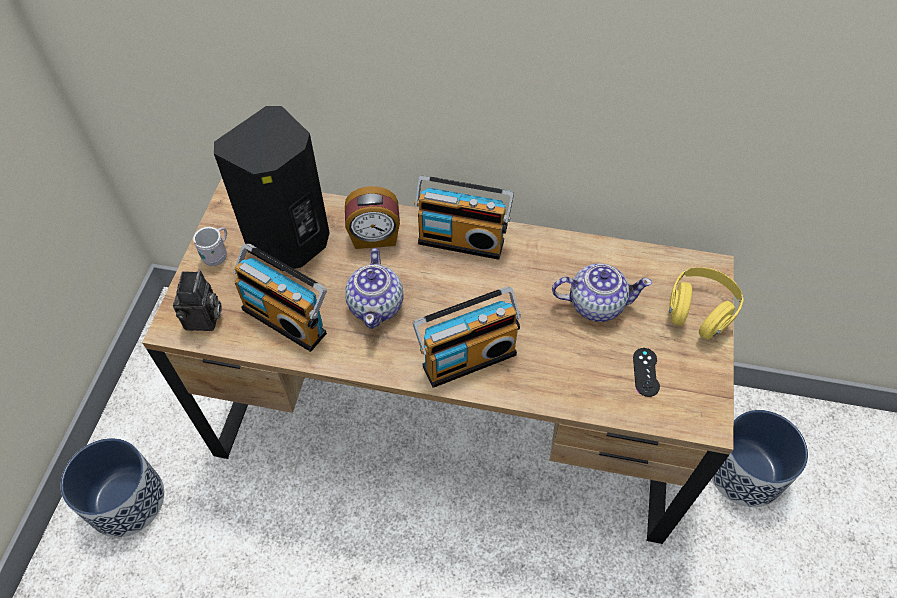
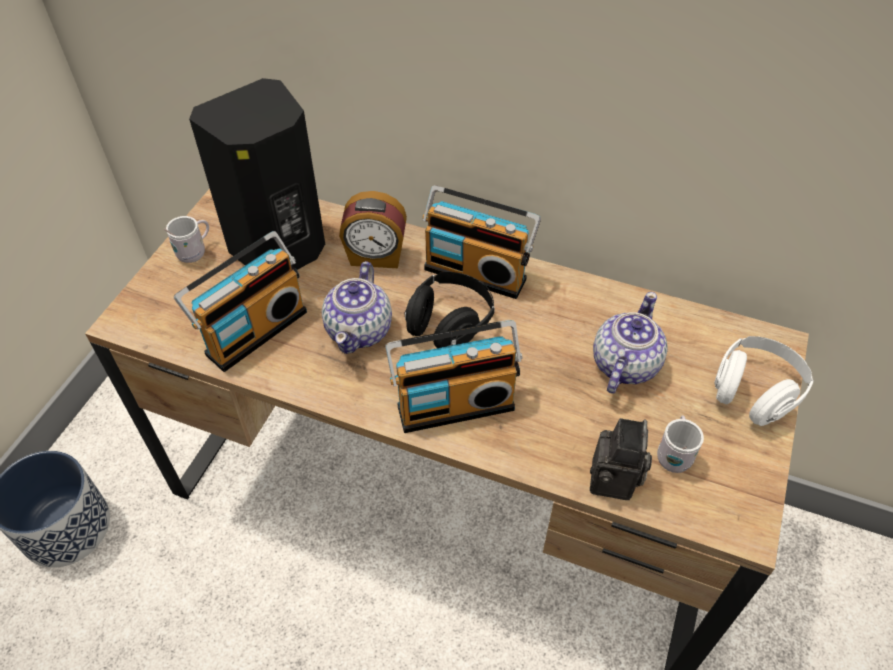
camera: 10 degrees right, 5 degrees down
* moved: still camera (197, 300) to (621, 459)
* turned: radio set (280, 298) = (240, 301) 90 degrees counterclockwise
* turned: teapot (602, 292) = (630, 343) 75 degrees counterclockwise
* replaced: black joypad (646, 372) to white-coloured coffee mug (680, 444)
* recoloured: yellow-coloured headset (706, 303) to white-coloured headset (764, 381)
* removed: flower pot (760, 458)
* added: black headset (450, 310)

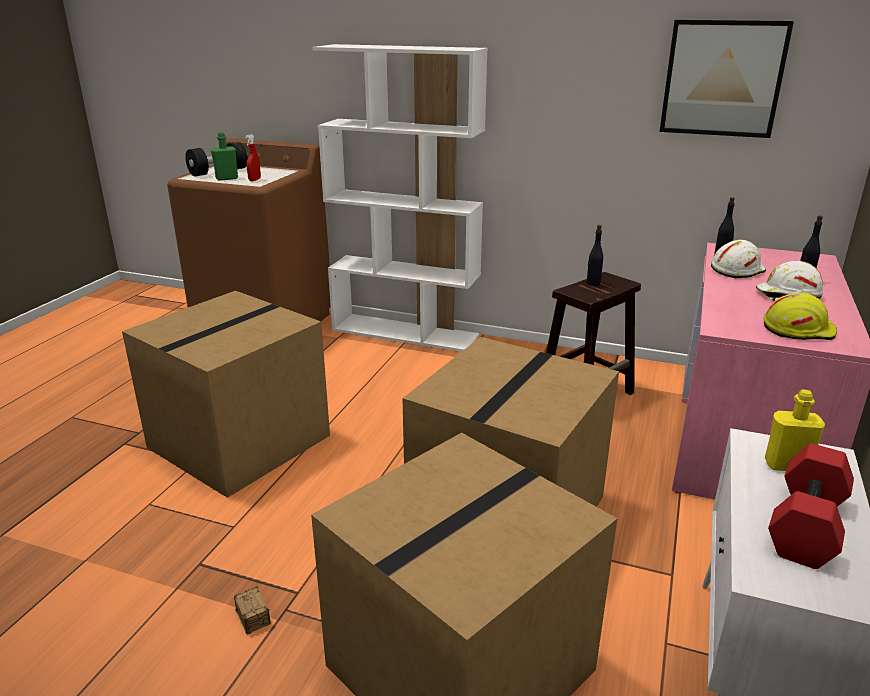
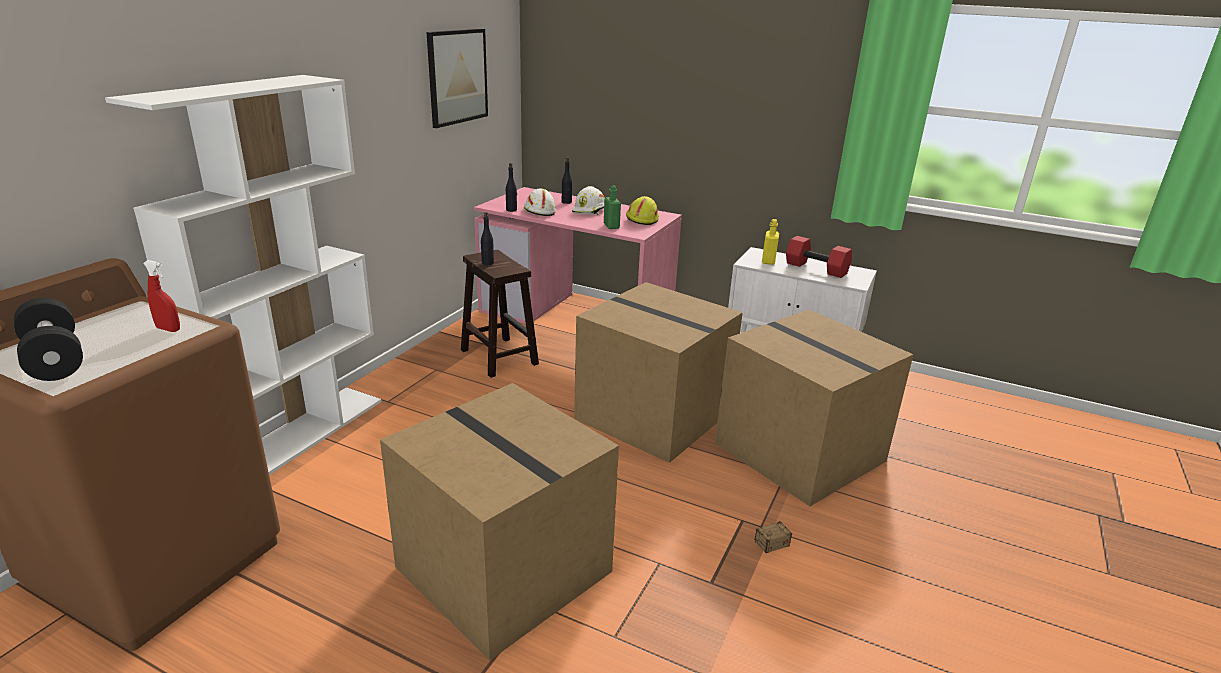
camera: 85 degrees left, 0 degrees up
* moved: greenish beverage bottle (224, 156) to (612, 207)

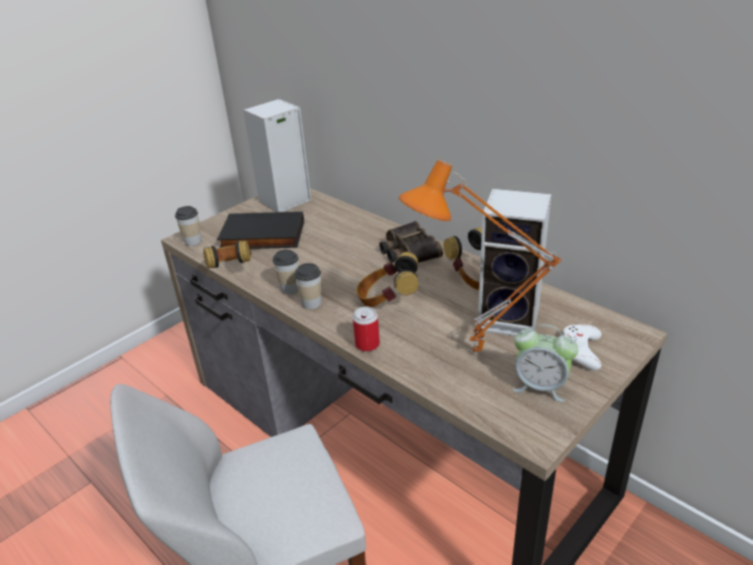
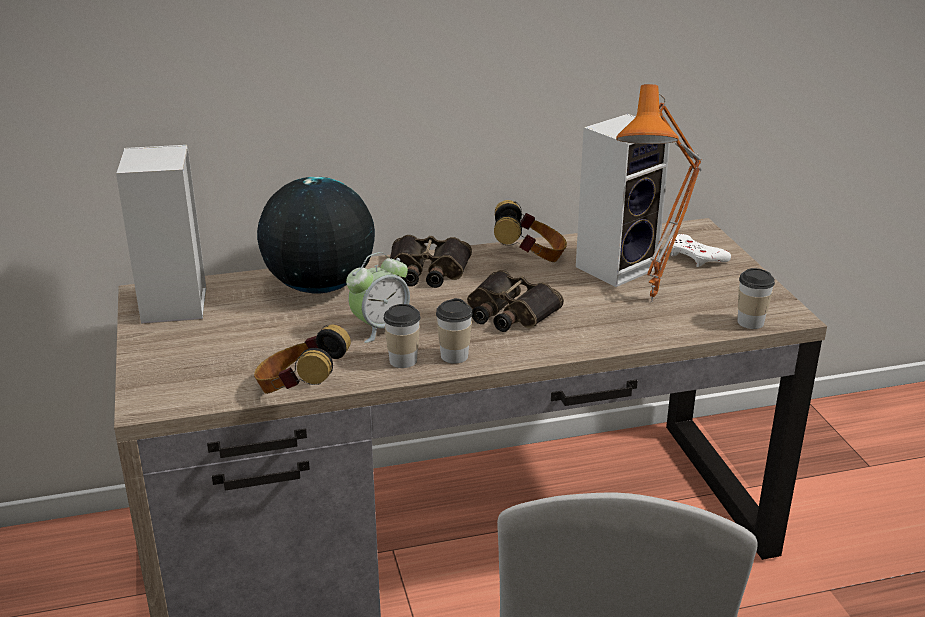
camera: 60 degrees left, 5 degrees down
* moved: small cup (188, 226) to (756, 298)
* removed: black volume (260, 230)
* removed: metal can (366, 329)
* replaced: headset (387, 279) to field glasses (515, 301)
* moved: bedside clock (545, 363) to (378, 297)
* added: desk globe (316, 235)

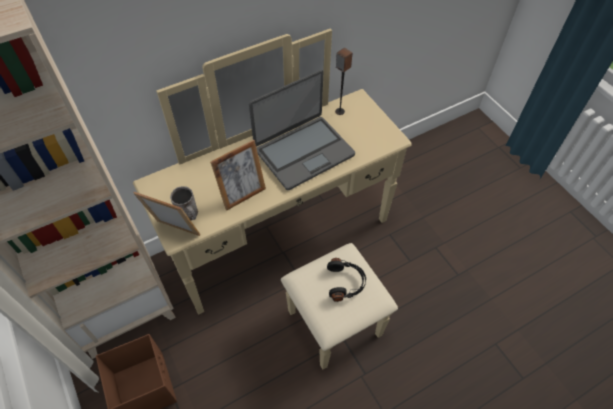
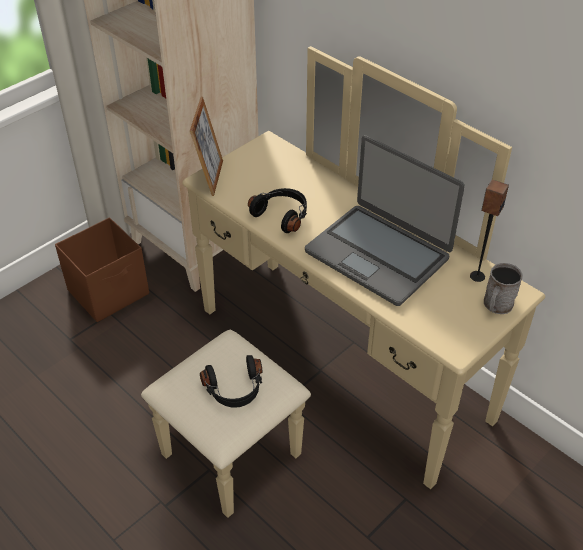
camera: 75 degrees right, 10 degrees down
* moved: greyish coffee mug (184, 203) to (503, 288)
* replaced: photo frame (238, 175) to black headset (277, 210)

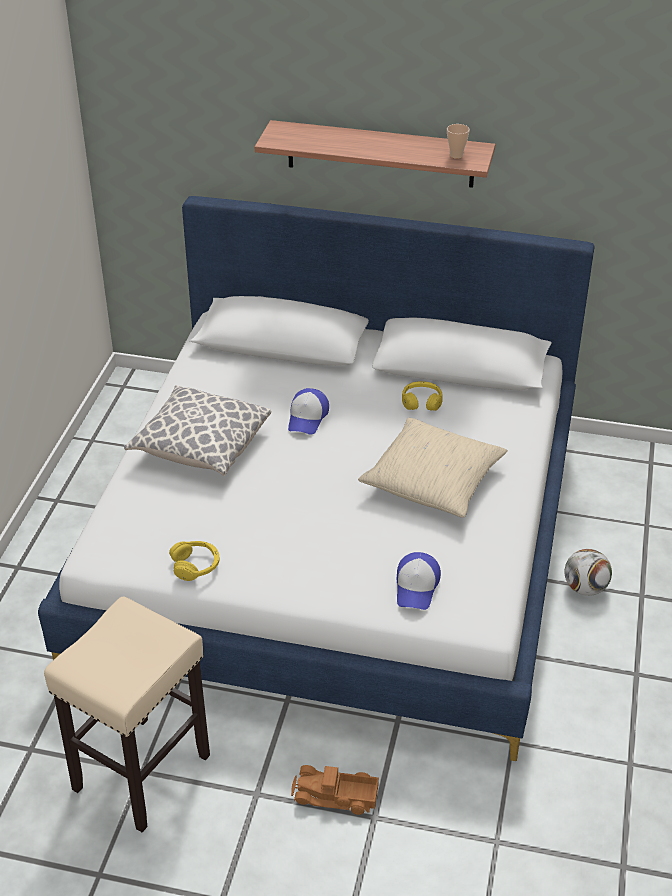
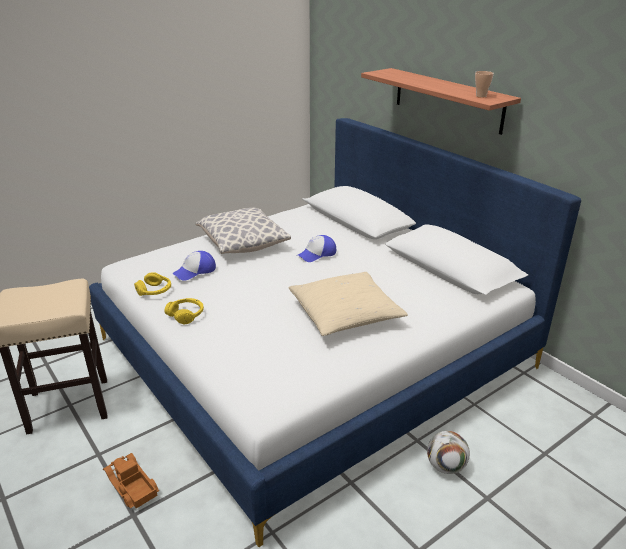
camera: 40 degrees right, 10 degrees down
* moved: peaked cap (419, 581) to (194, 266)
* moved: yellow-coloured headset (422, 396) to (184, 311)

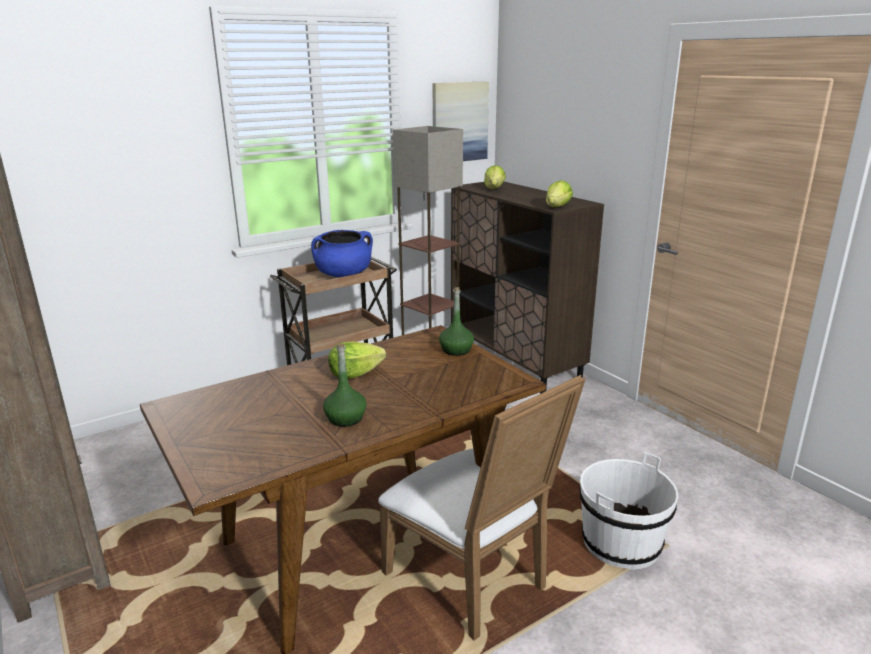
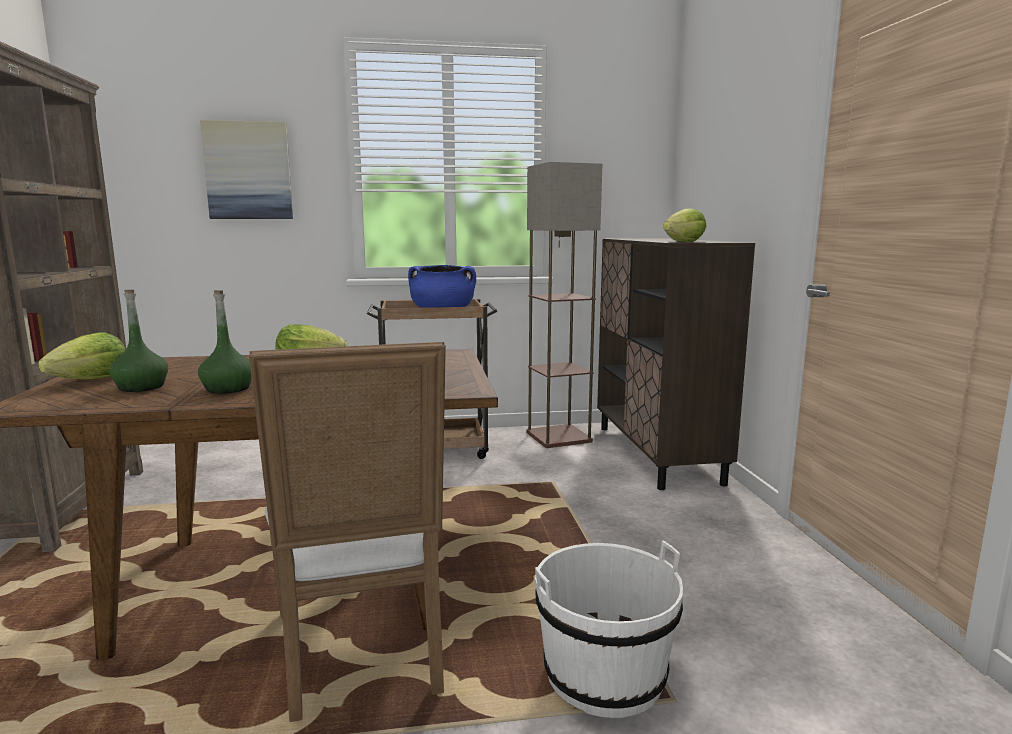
camera: 25 degrees right, 10 degrees down
* moved: wall picture (460, 121) to (246, 169)
* moved: greenish beverage bottle (456, 321) to (138, 341)
* moved: head of lettuce (495, 177) to (82, 355)

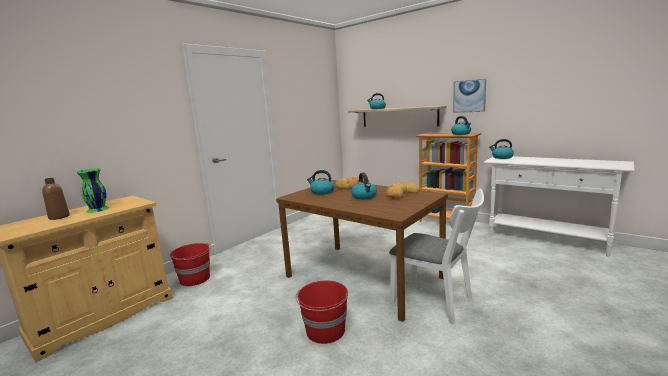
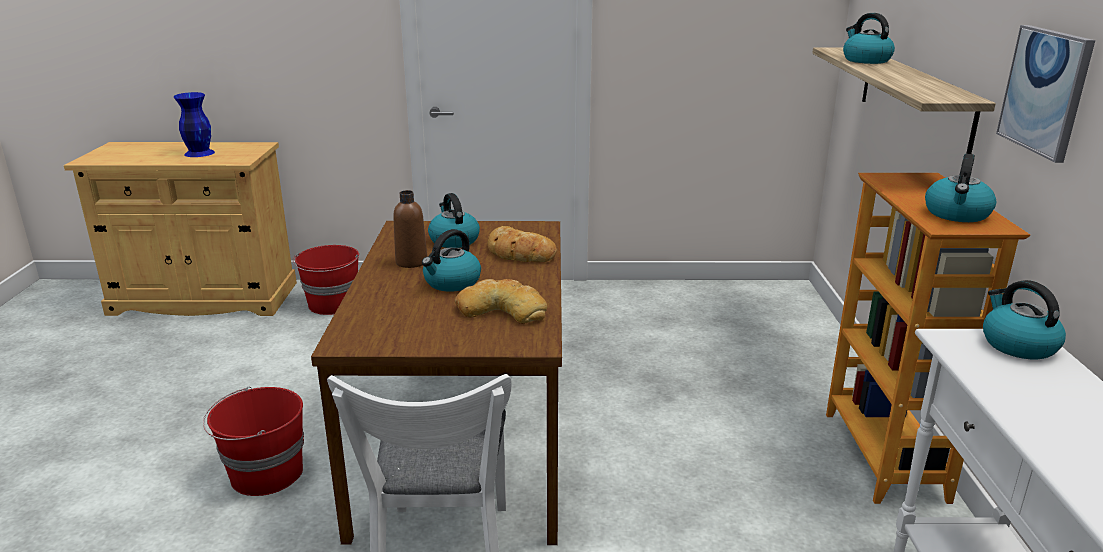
camera: 50 degrees right, 10 degrees up
* moved: brownish beverage bottle (56, 199) to (410, 229)
* recoloured: greenish flower vase (93, 190) to blue flower vase (194, 124)

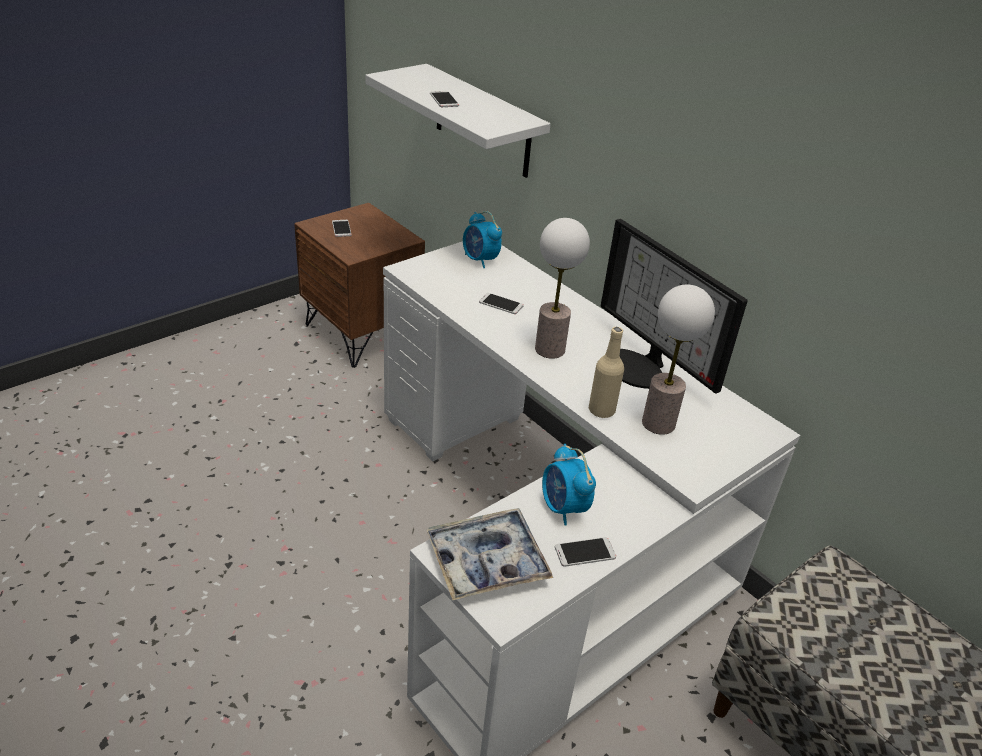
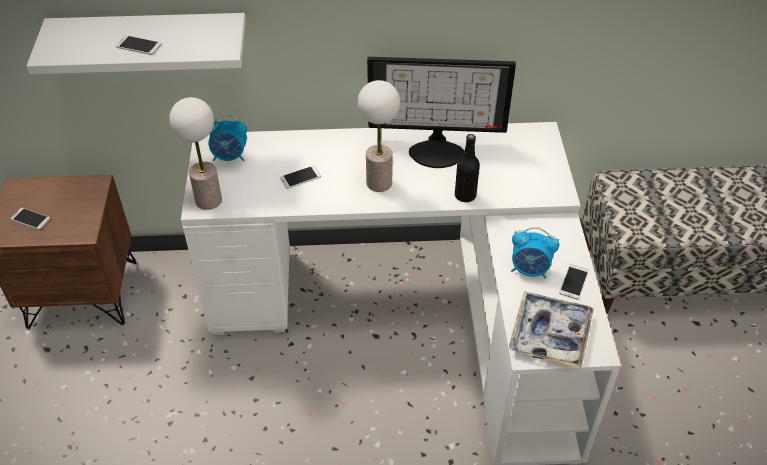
camera: 50 degrees left, 10 degrees up
* recoloured: beige-coloured beverage bottle (606, 372) to black beverage bottle (467, 168)
* moved: table lamp (678, 360) to (195, 153)

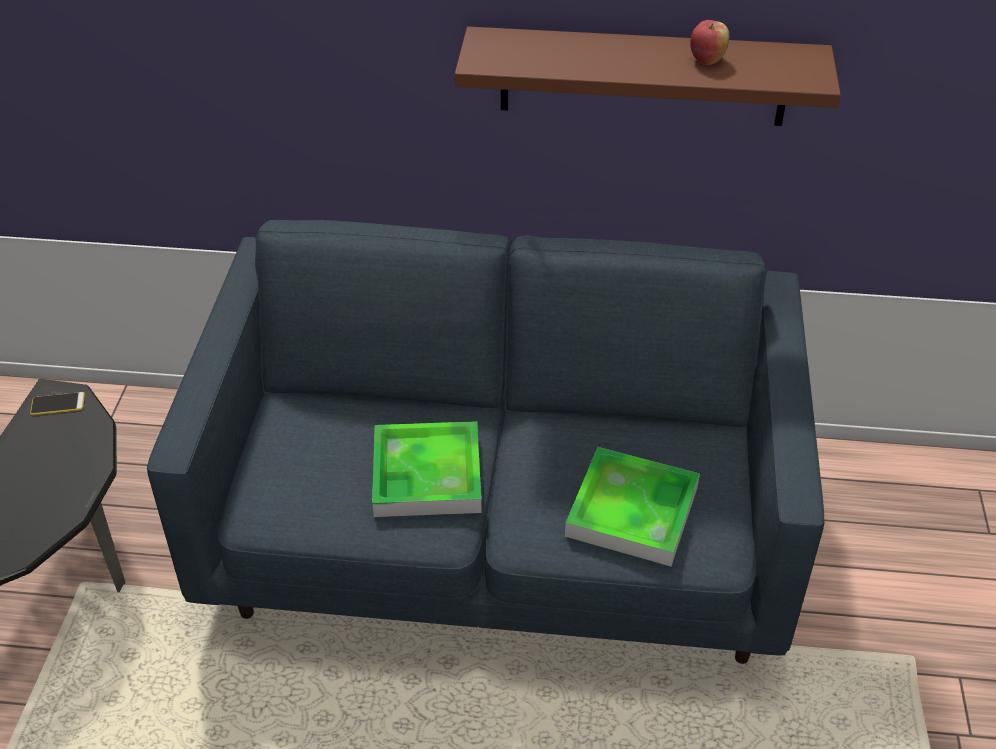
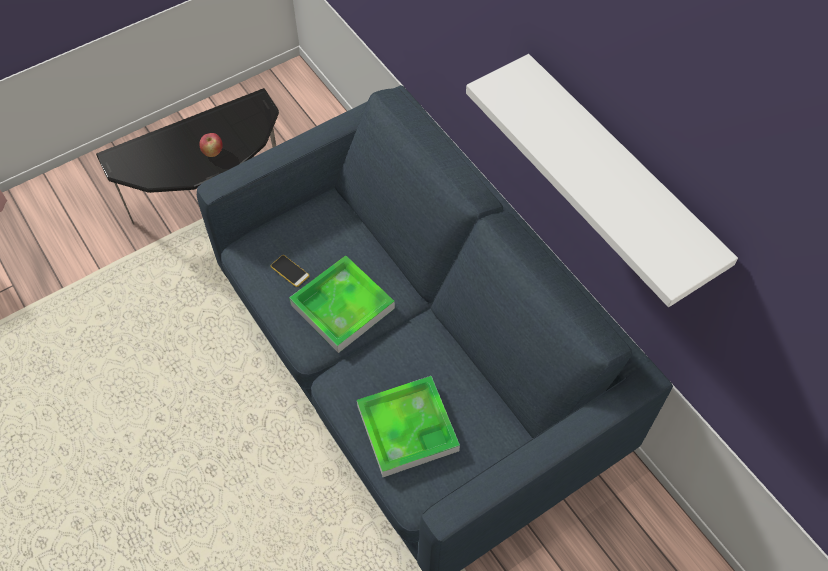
camera: 50 degrees right, 15 degrees up
* moved: telephone (57, 403) to (290, 271)
* recoloured: brownish wall shelf (648, 76) to white-coloured wall shelf (602, 180)
* moved: whole apple (709, 42) to (211, 145)

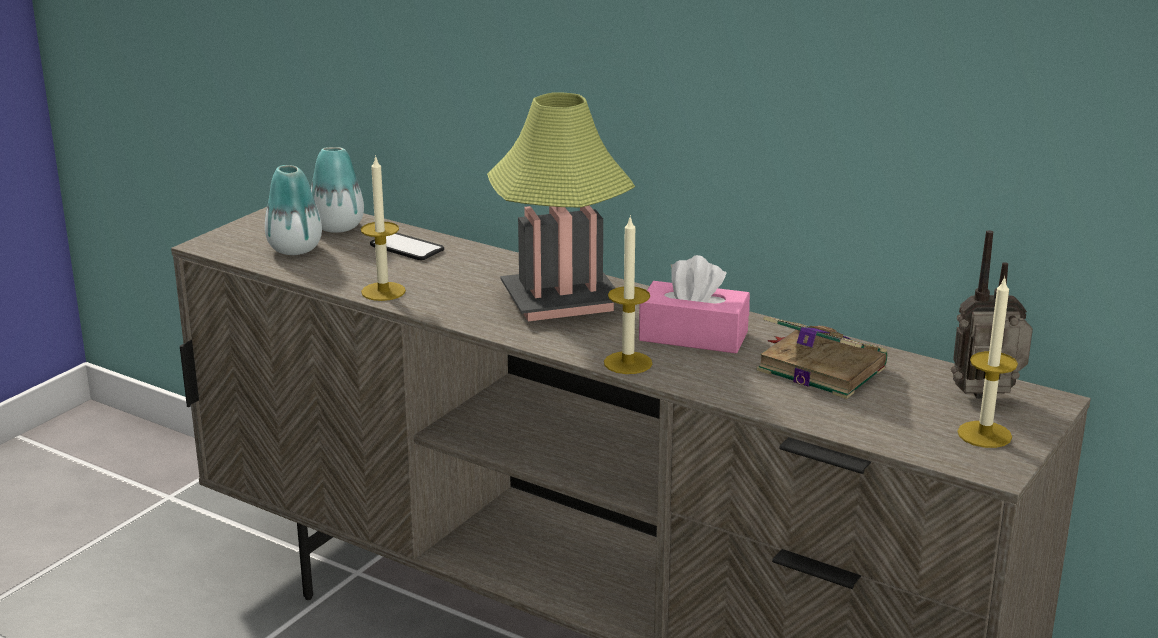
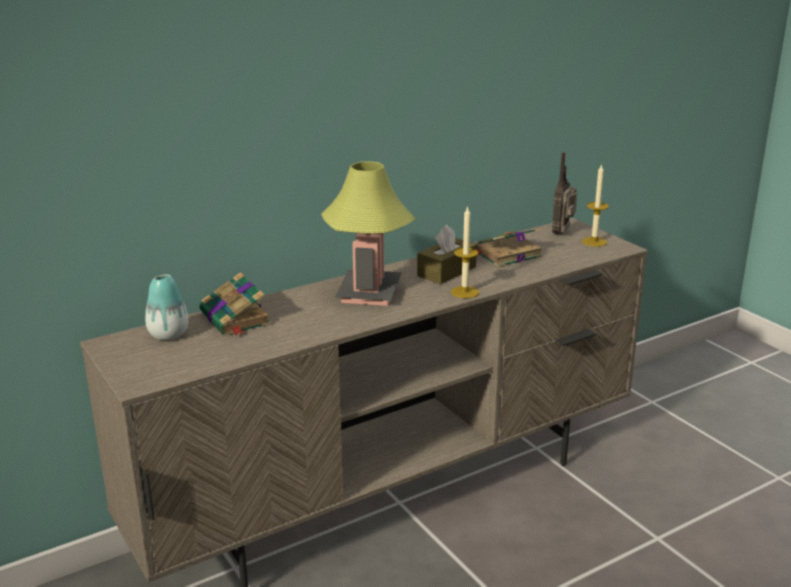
camera: 65 degrees left, 0 degrees up
* removed: flower vase (293, 210)
* removed: wax light (383, 228)
* replaced: telephone (407, 246) to volume (235, 304)
* recoloured: pinkish tissue holder (694, 304) to brownish tissue holder (447, 254)

